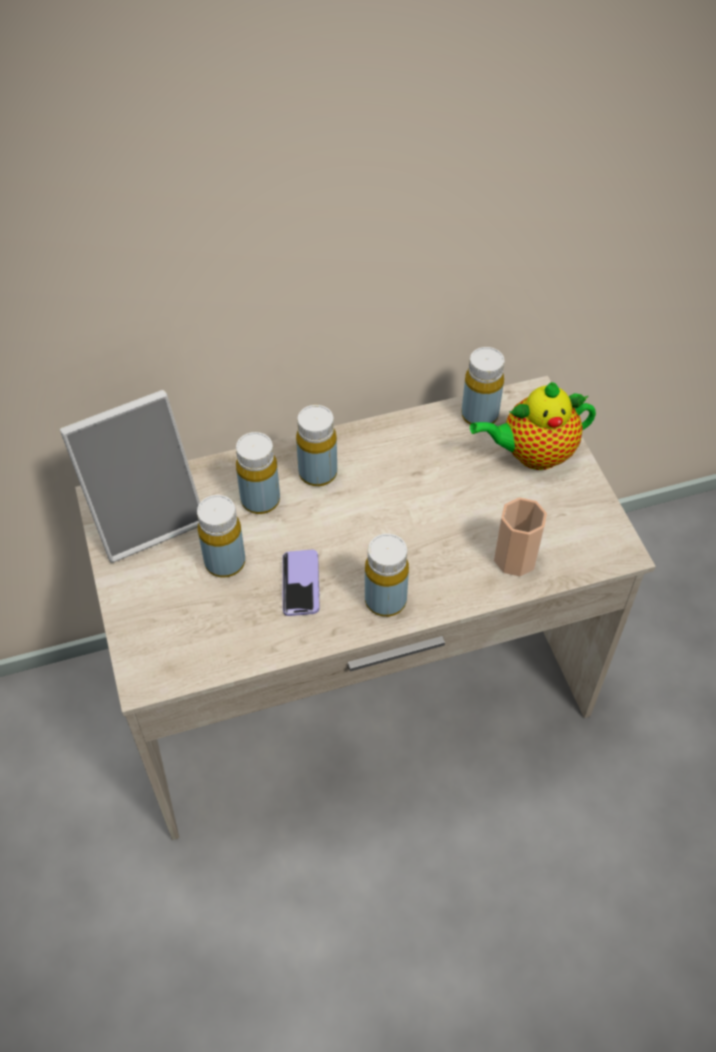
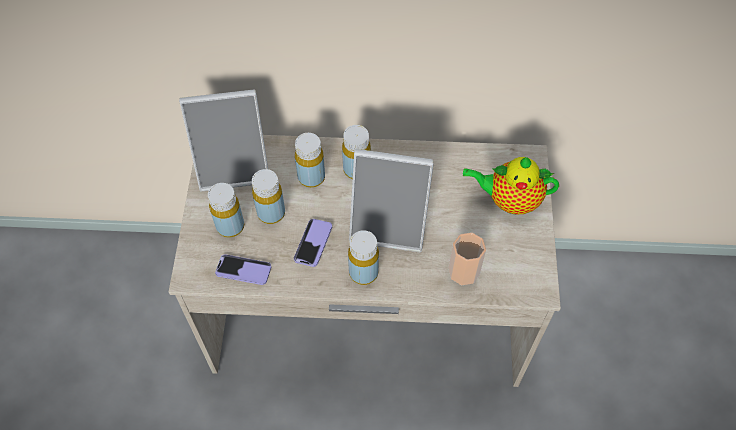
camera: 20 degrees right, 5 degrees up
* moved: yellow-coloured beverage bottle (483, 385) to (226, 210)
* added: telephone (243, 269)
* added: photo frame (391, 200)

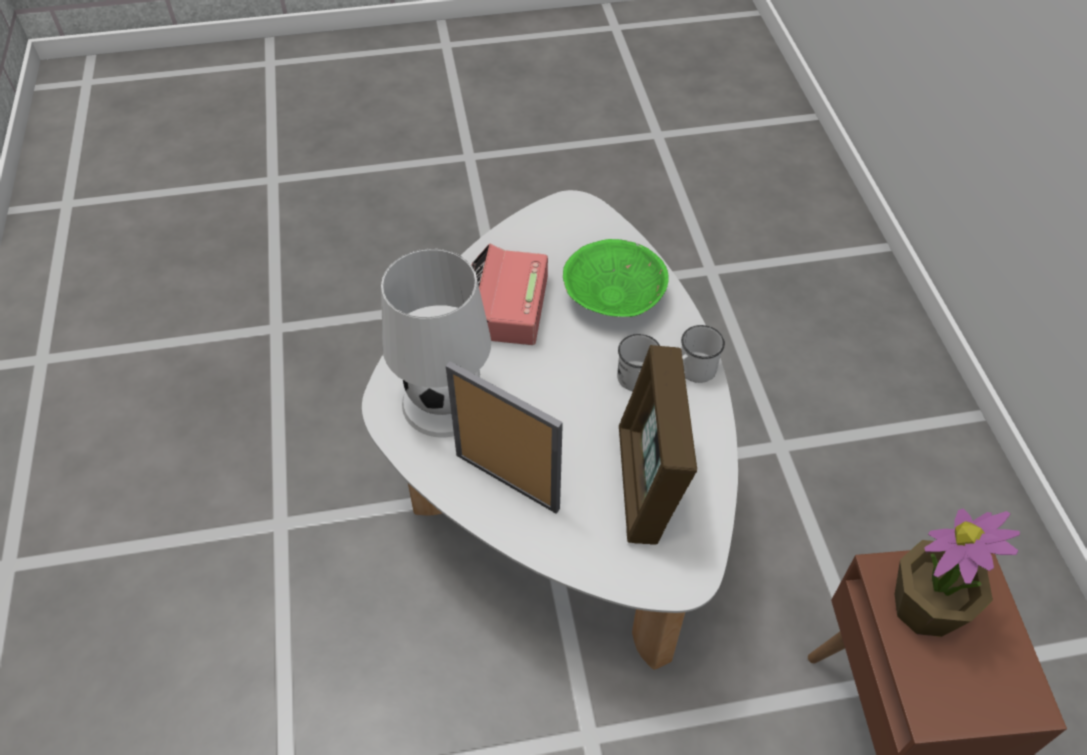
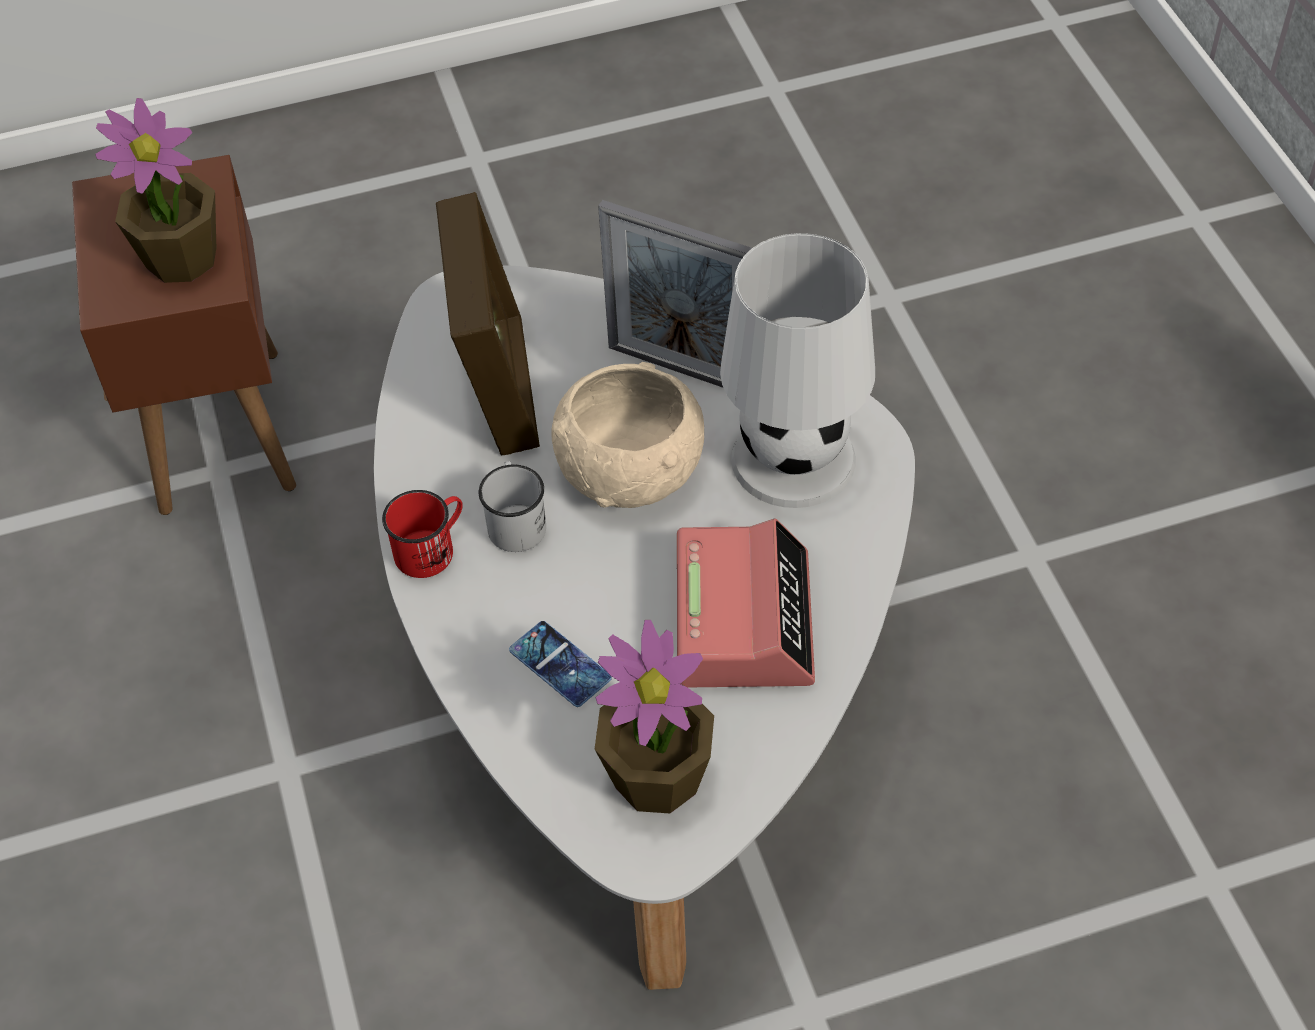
camera: 175 degrees right, 0 degrees up
* replaced: greenish deep dish (616, 278) to telephone (560, 664)
* recoloured: white-coloured coffee mug (703, 354) to red coffee mug (422, 534)
* added: beige-coloured deep dish (627, 435)
* added: potted plant (654, 716)

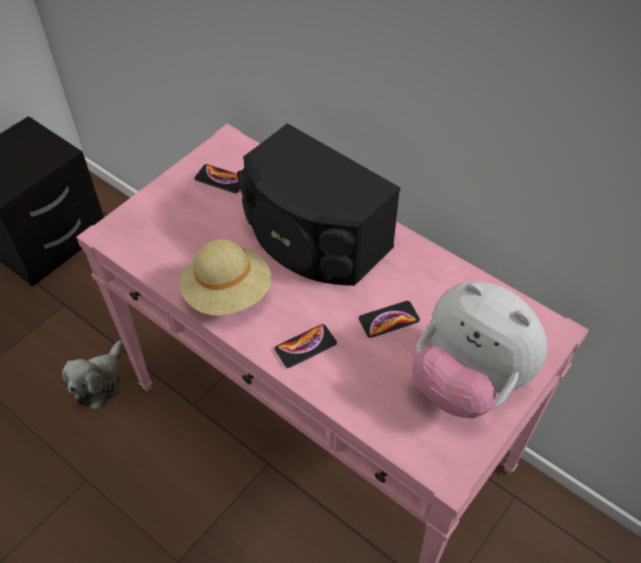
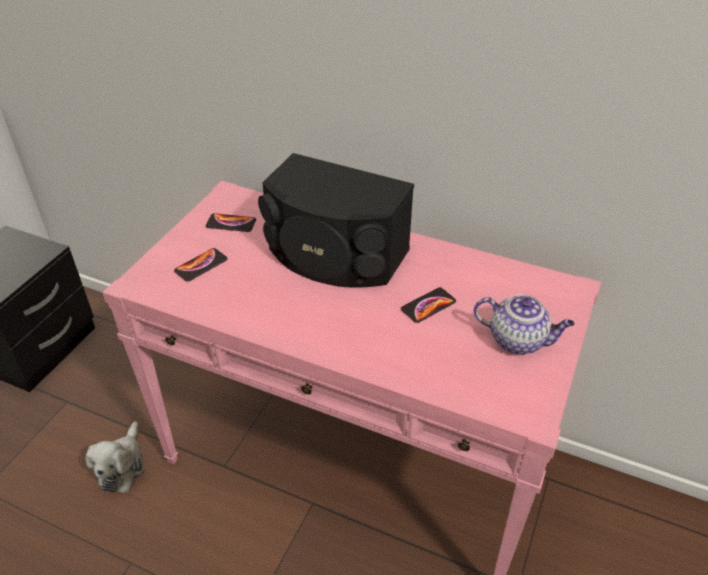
camera: 15 degrees left, 10 degrees down
* removed: beige-coloured wearable hat (226, 277)
* moved: telephone (305, 346) to (201, 265)
* replaced: plush toy (479, 349) to teapot (524, 324)

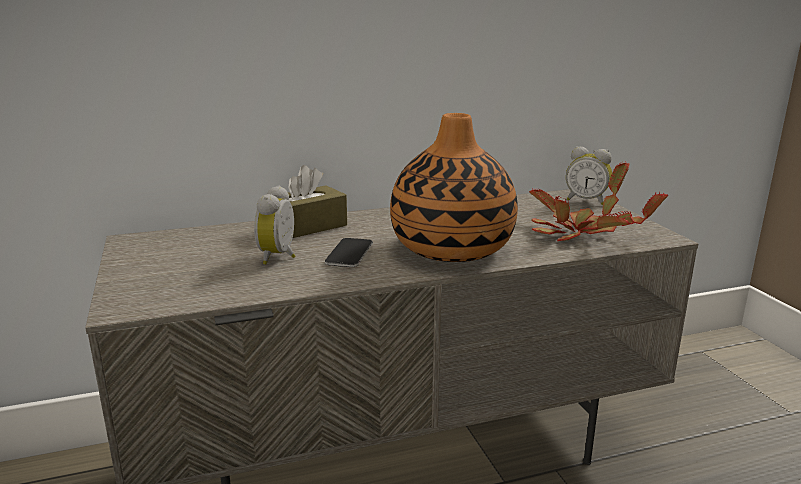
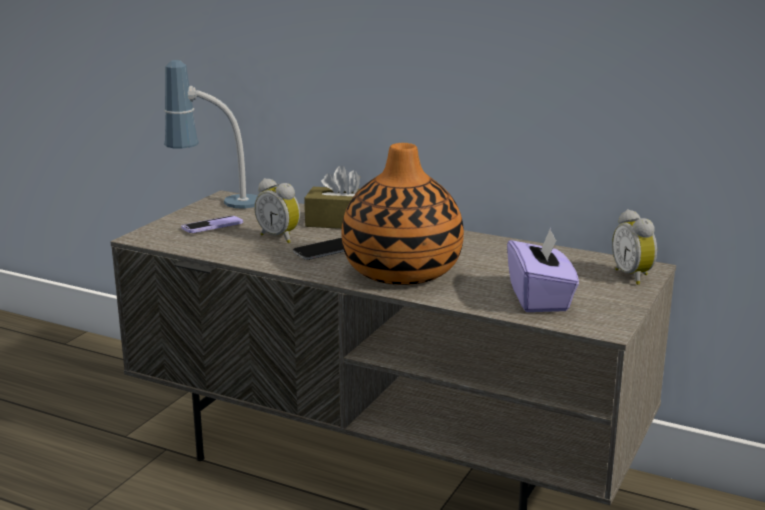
camera: 45 degrees right, 0 degrees up
* turned: bedside clock (274, 225) = (277, 210) 105 degrees counterclockwise
* replaced: potted plant (598, 202) to purple tissue holder (543, 270)
* added: table lamp (211, 134)
* added: telephone (212, 224)

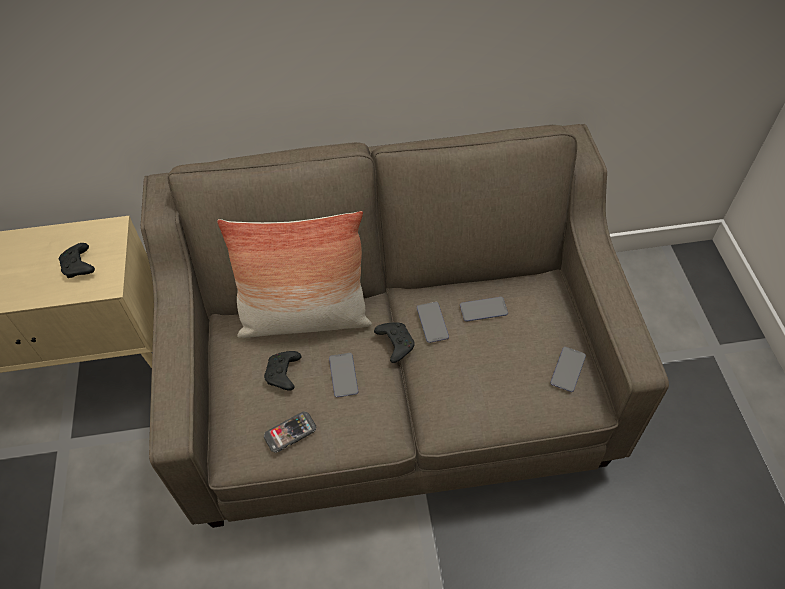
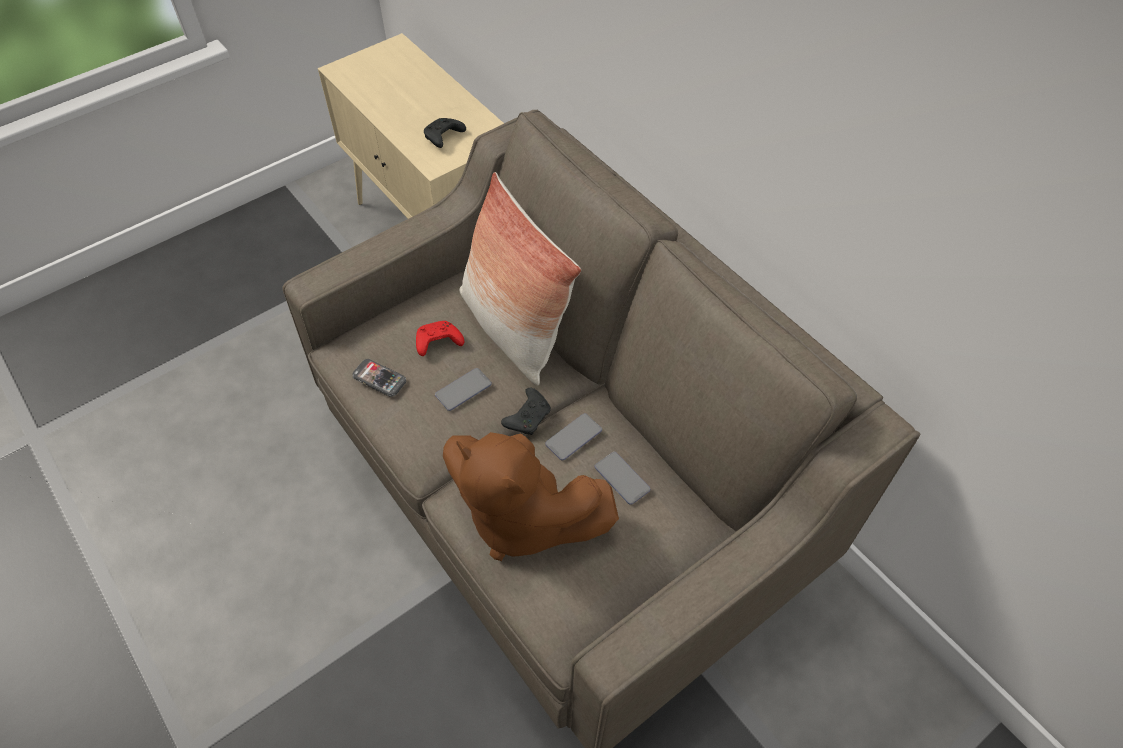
camera: 60 degrees right, 0 degrees up
* recoloured: black joypad (283, 371) to red joypad (440, 338)
* removed: telephone (568, 369)
* added: brownish plush toy (531, 496)

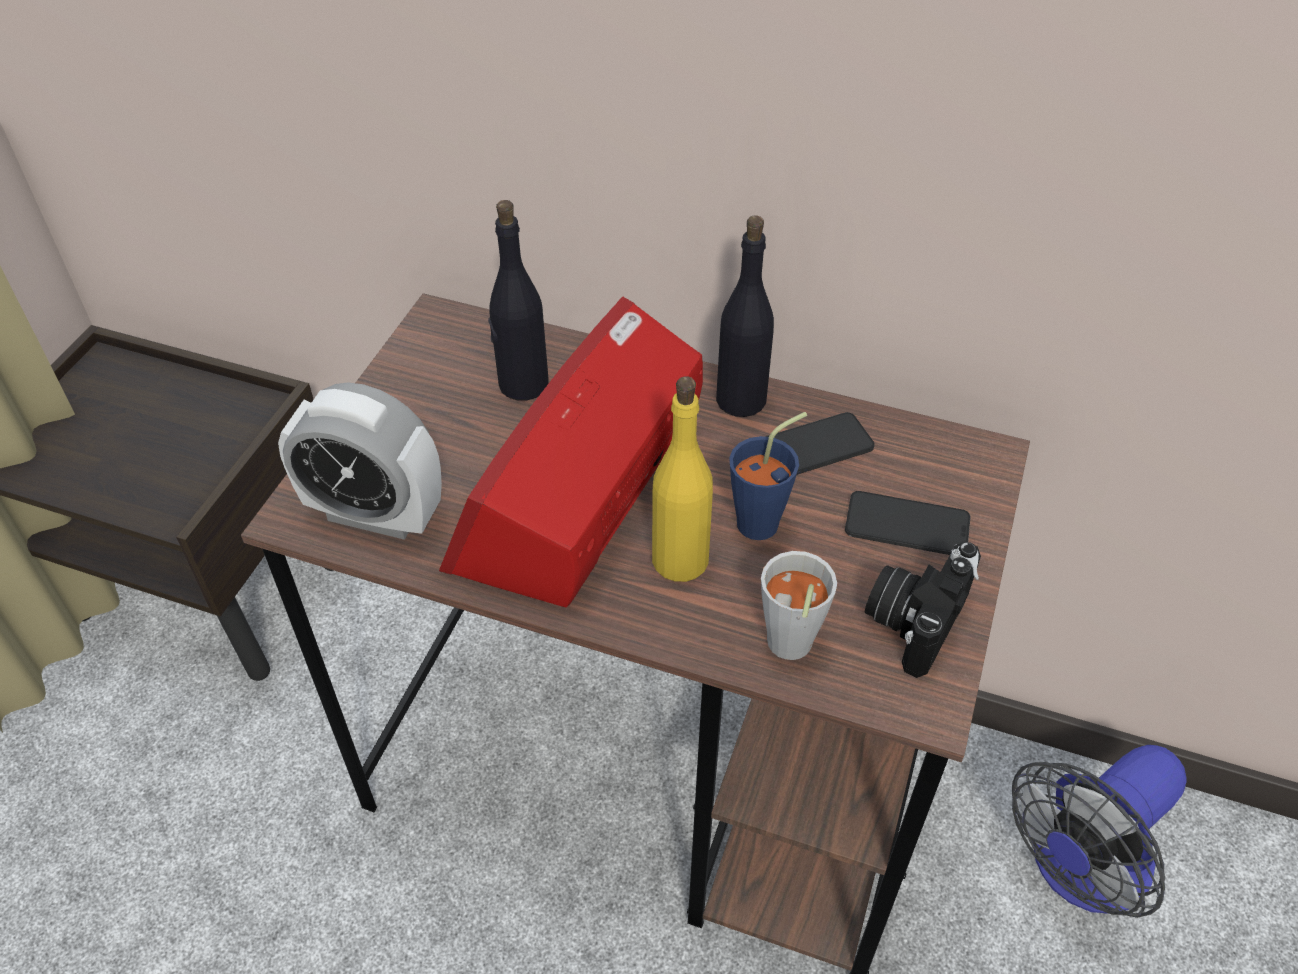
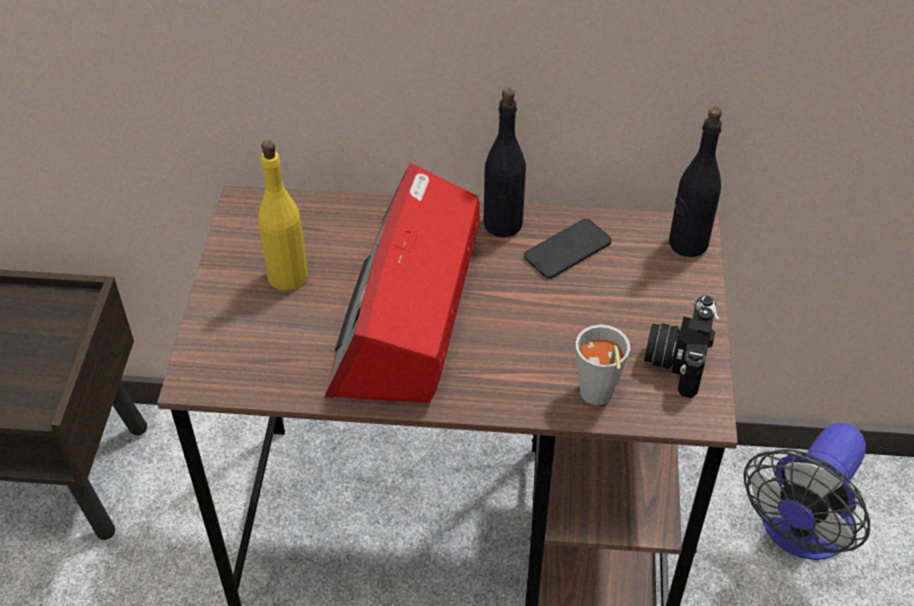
camera: 15 degrees left, 0 degrees up
* removed: bedside clock (360, 461)
* moved: black beverage bottle (518, 300) to (695, 182)
* moved: yellow-coloured beverage bottle (682, 479) to (283, 215)
* removed: blue small cup (768, 476)
* removed: telephone (907, 523)

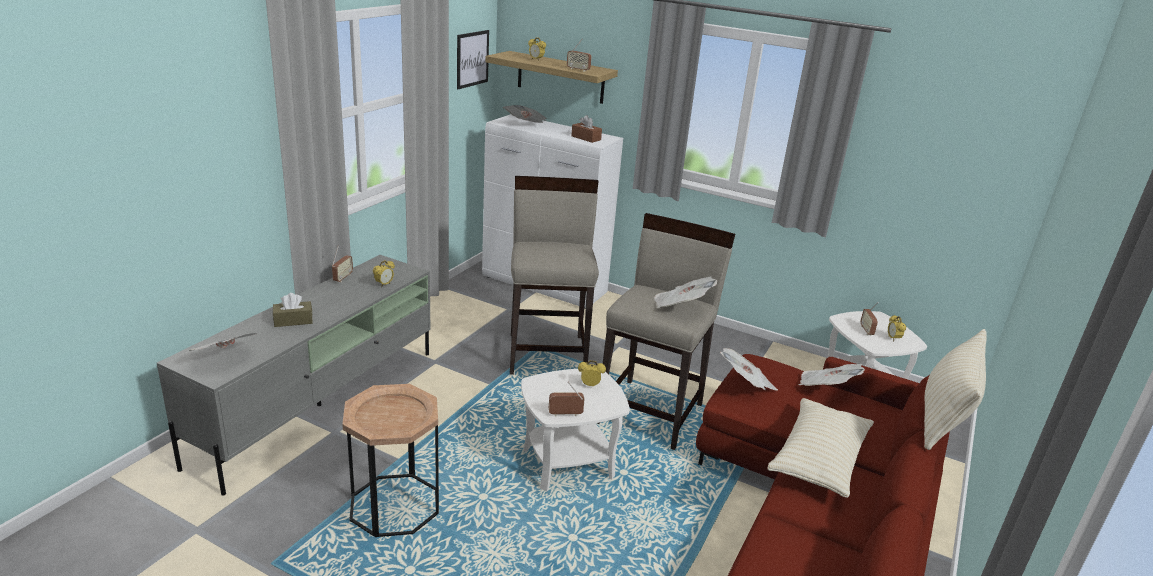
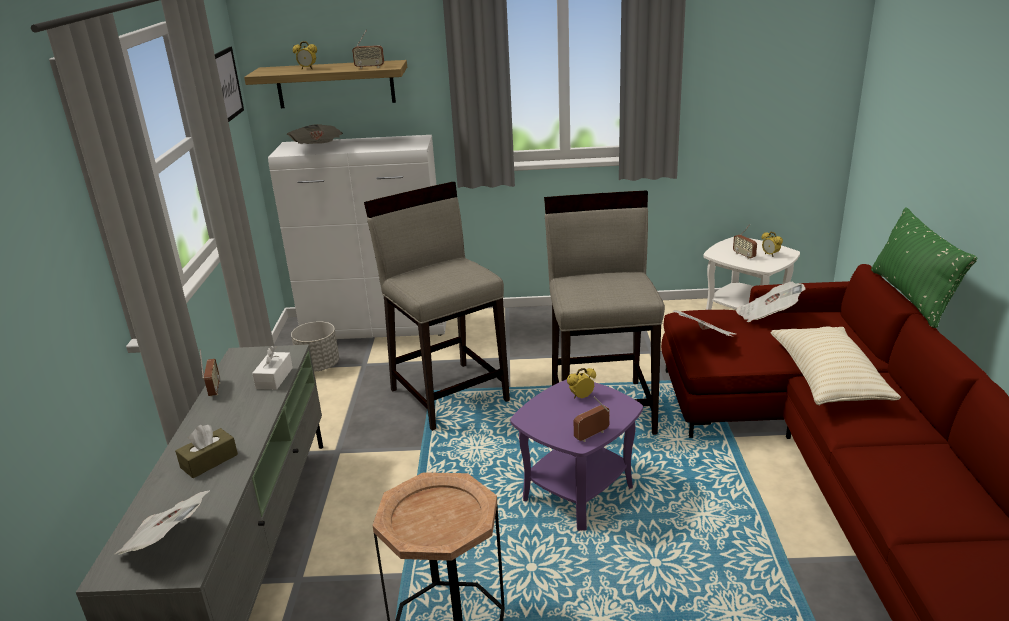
camera: 25 degrees left, 0 degrees up
* replaced: bedside clock (384, 273) to white-coloured tissue holder (272, 368)
* recoloured: white-coloured end table (575, 430) to purple end table (576, 455)
* removed: brownish tissue holder (586, 129)
* removed: daily paper (685, 292)
* recoloured: beige-coloured throw pillow (955, 389) to greenish throw pillow (924, 267)
* added: greyish flower pot (315, 346)

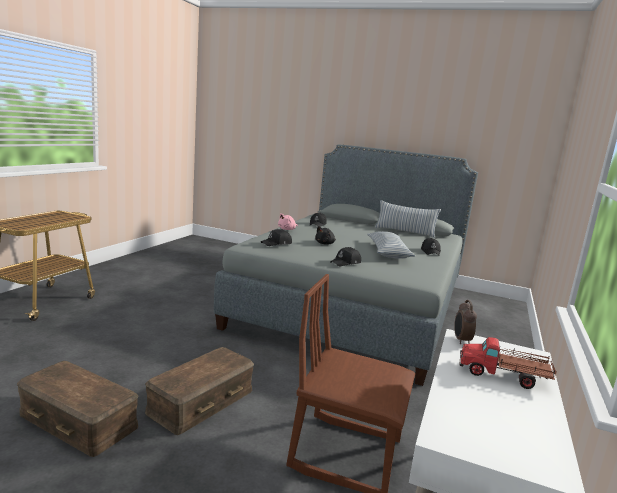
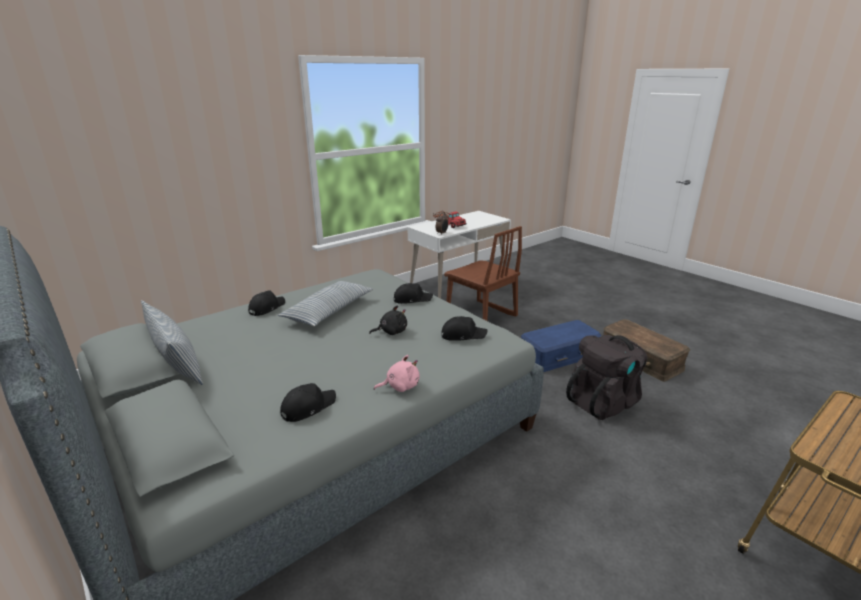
camera: 150 degrees left, 10 degrees up
* recoloured: brownish storage container (199, 391) to blue storage container (561, 346)
* added: black rucksack (606, 377)

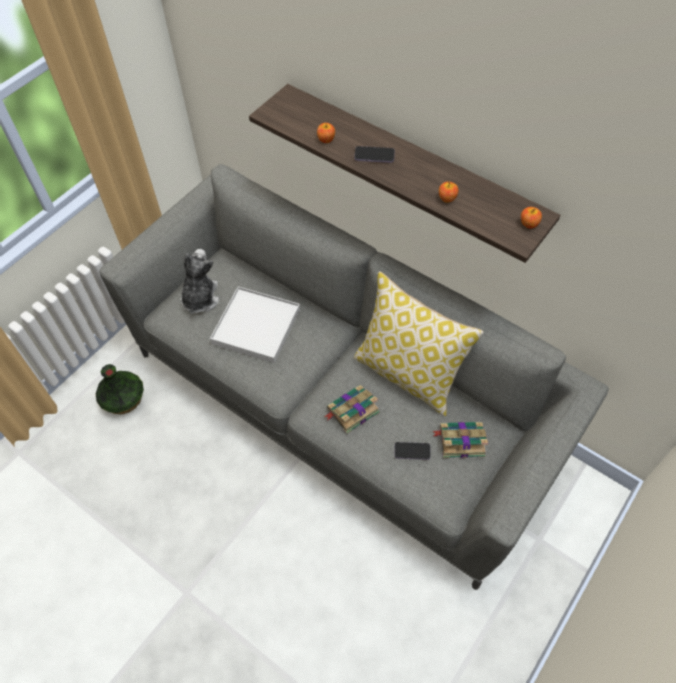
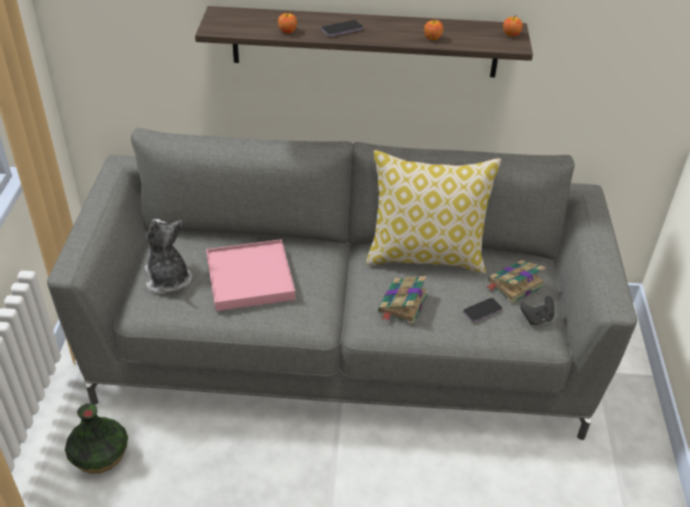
camera: 35 degrees left, 15 degrees down
* recoloured: white-coloured tray (255, 324) to pinkish tray (250, 275)
* added: black joypad (537, 310)

